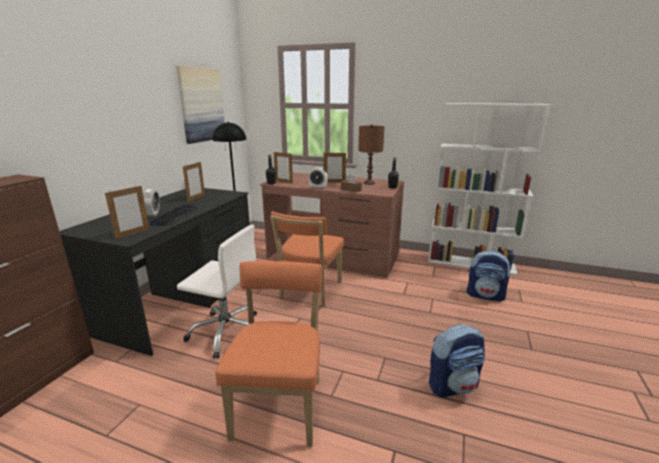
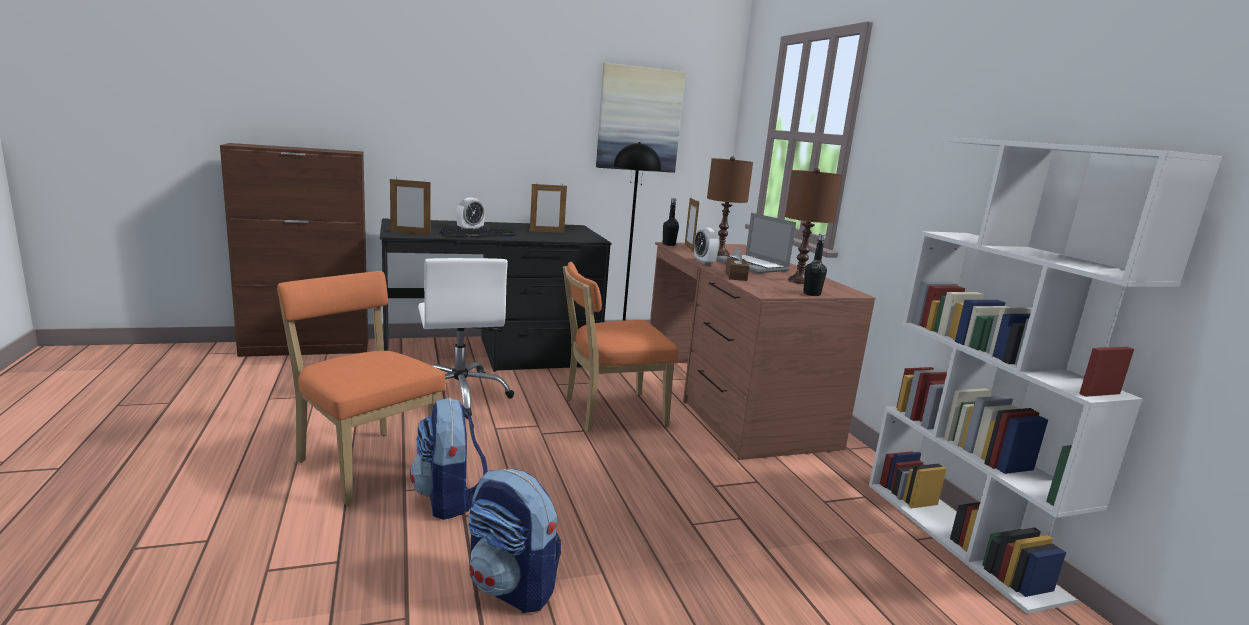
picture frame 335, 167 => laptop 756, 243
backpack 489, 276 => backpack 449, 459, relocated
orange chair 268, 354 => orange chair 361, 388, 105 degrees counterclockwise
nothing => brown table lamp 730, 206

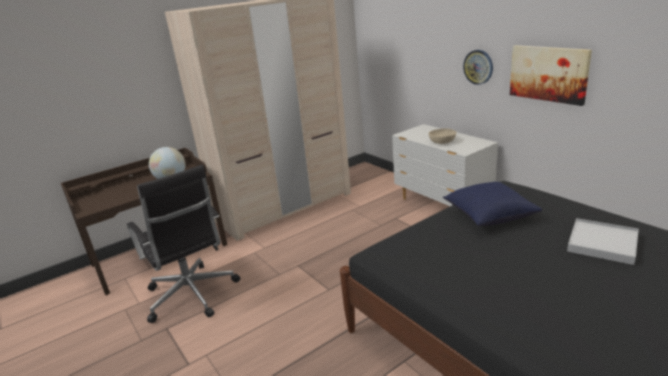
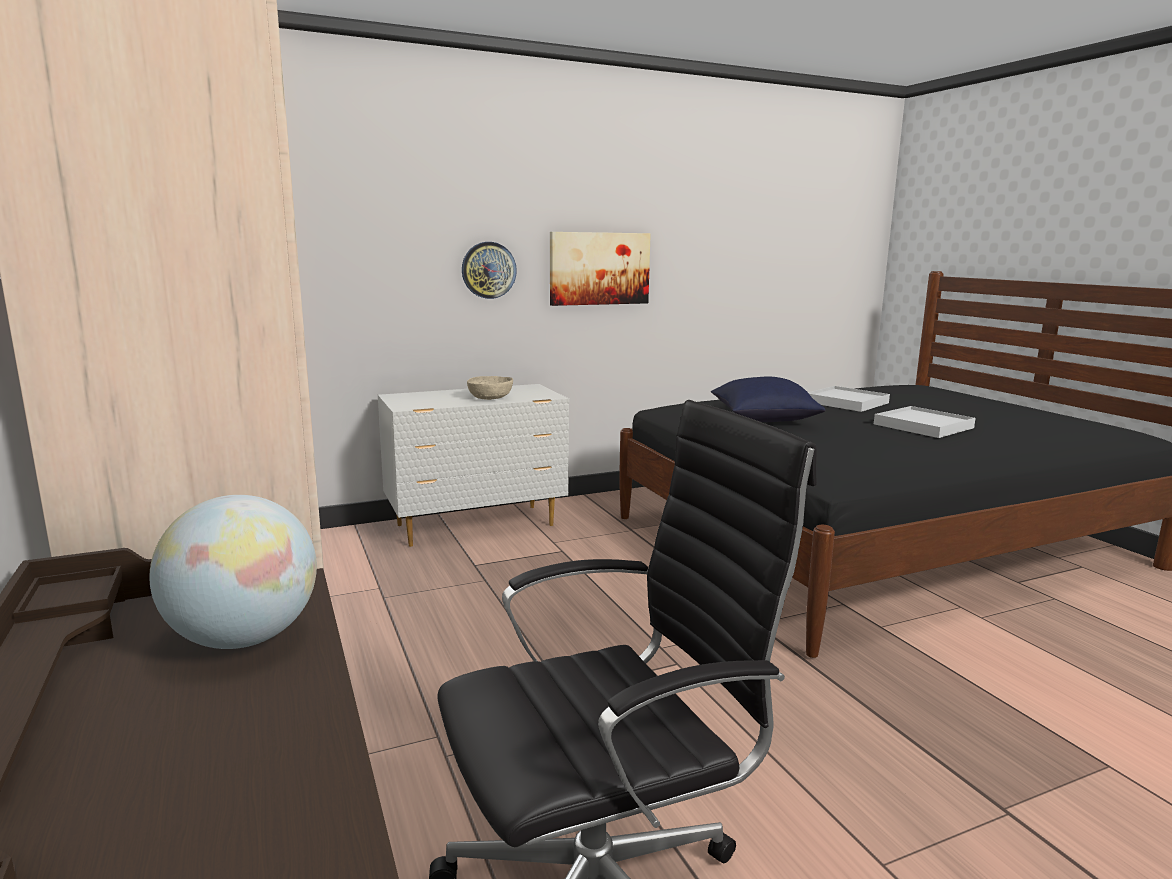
nothing => white tray 924, 422

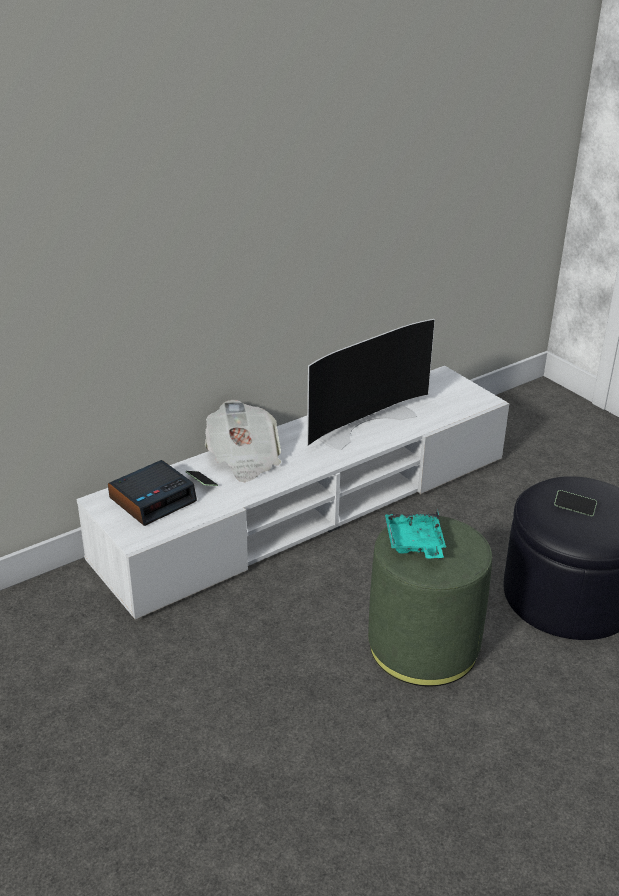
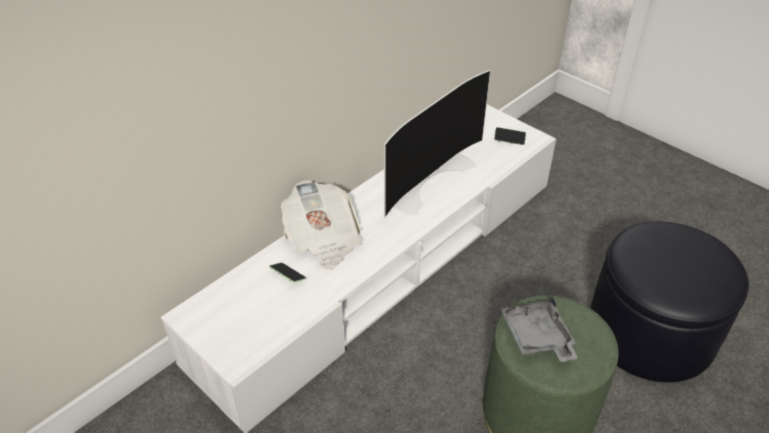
alarm clock 152, 493 => nothing
phone 575, 503 => phone 510, 136, relocated
turquoise tray 415, 534 => grey tray 539, 329

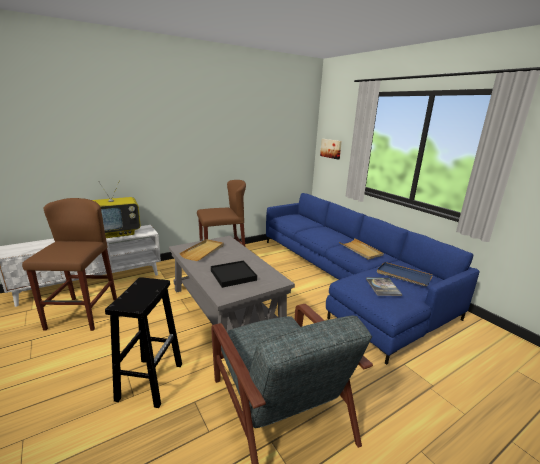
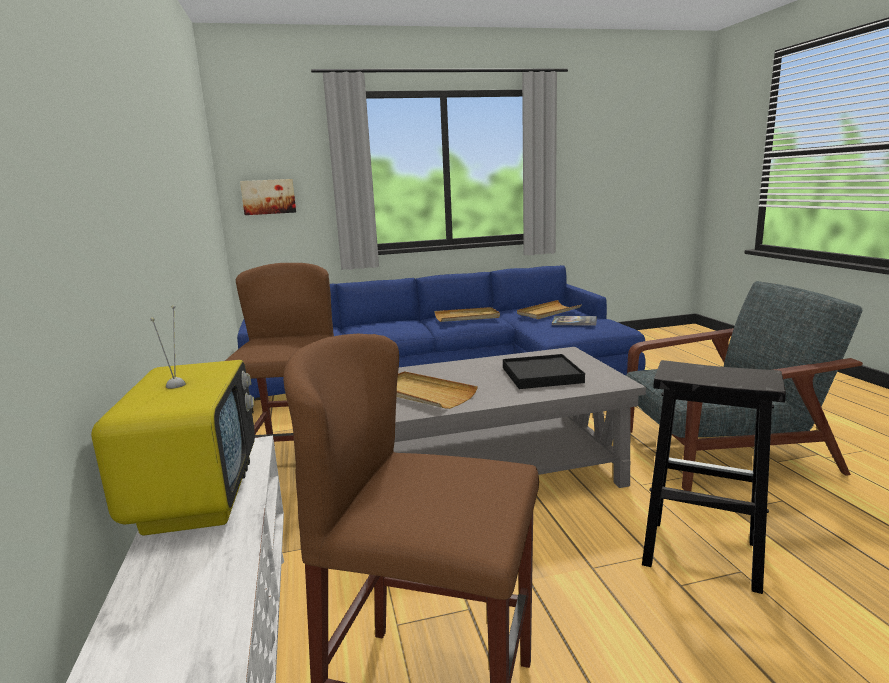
blue tray 405, 274 => beige tray 549, 309

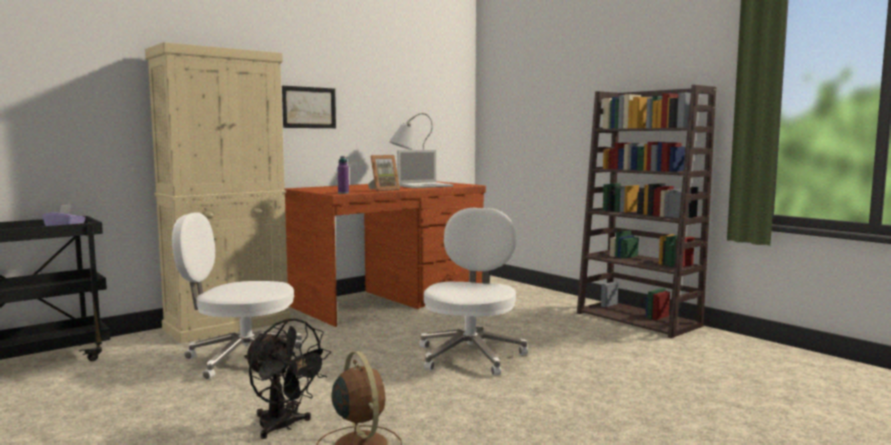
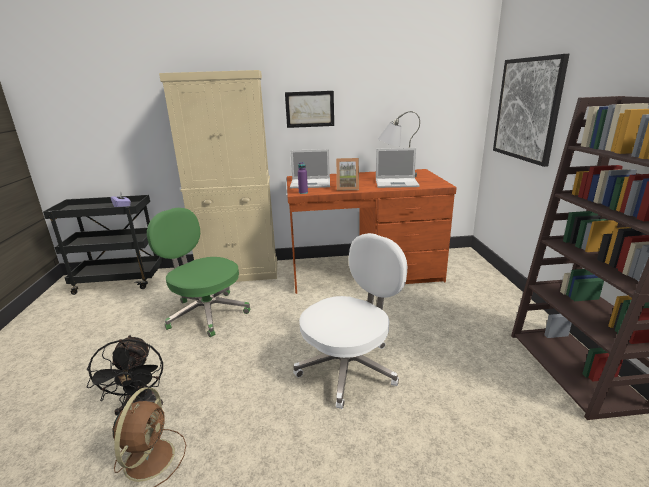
white office chair 237, 296 => green office chair 198, 272
nothing => picture 531, 110
nothing => laptop 310, 168

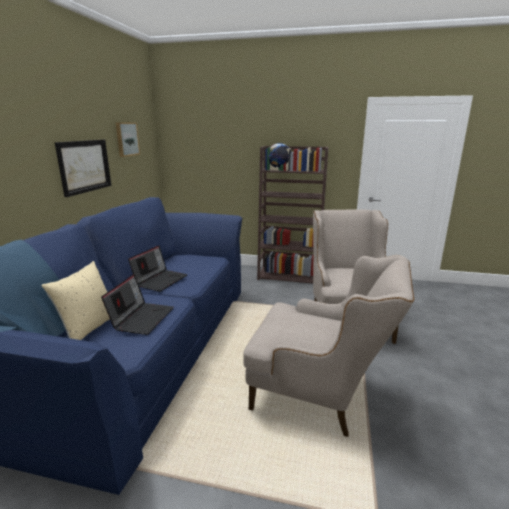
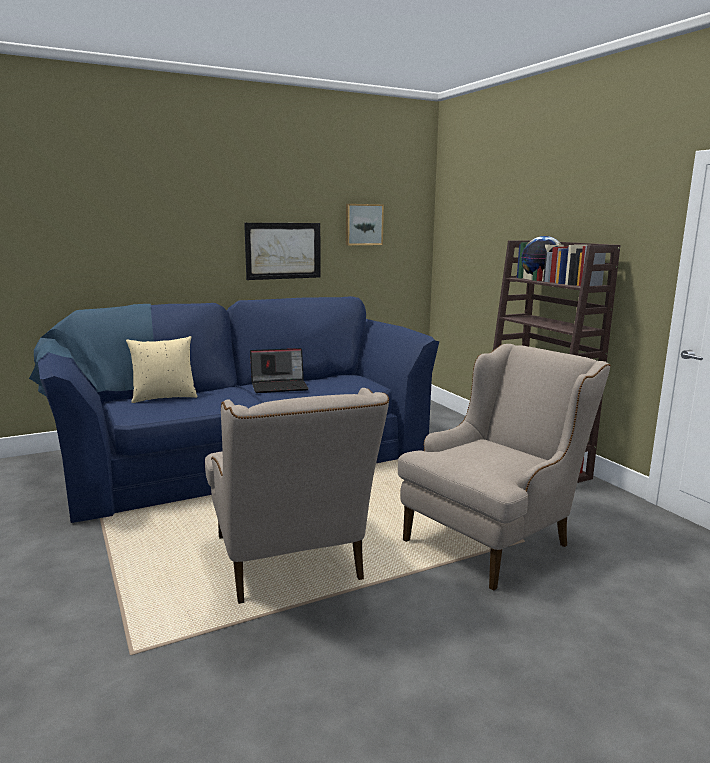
laptop 137, 304 => nothing

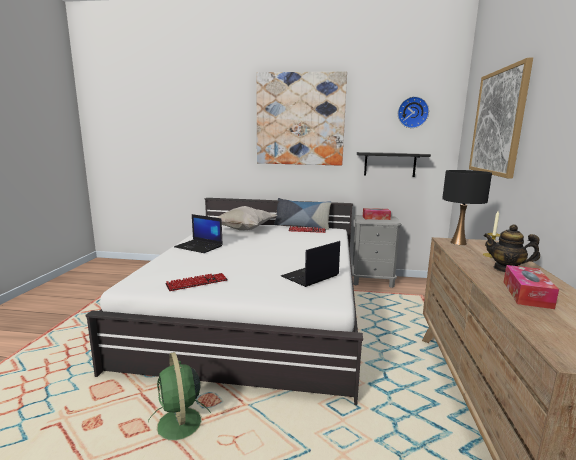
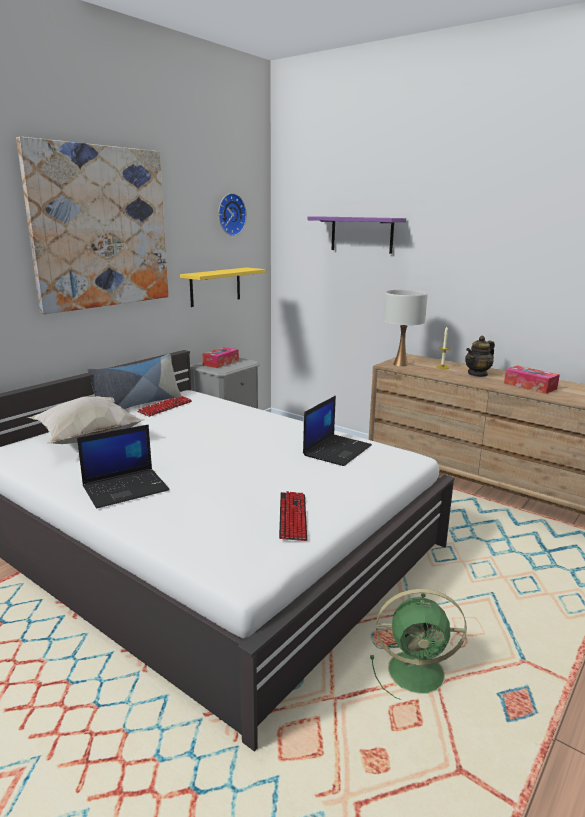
picture 501, 118 => purple shelf 356, 235
black shelf 394, 164 => yellow shelf 223, 287
black table lamp 467, 207 => white table lamp 406, 328
laptop 310, 264 => laptop 337, 431, 135 degrees counterclockwise

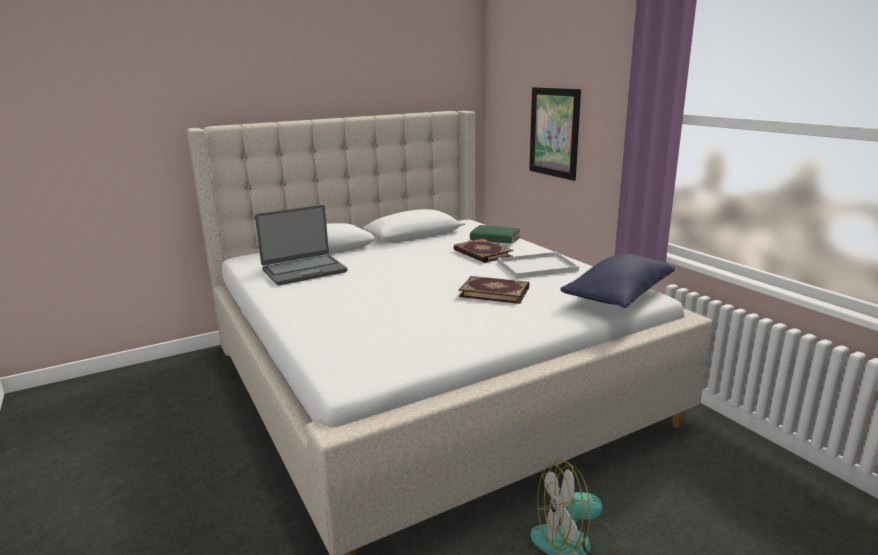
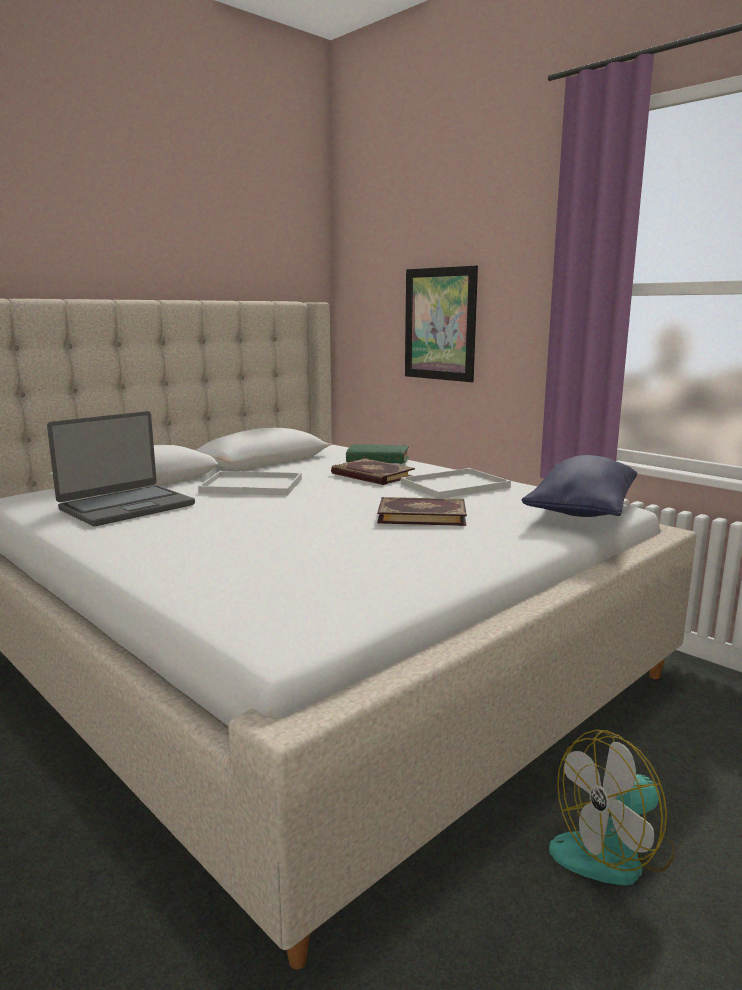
nothing => white tray 250, 483

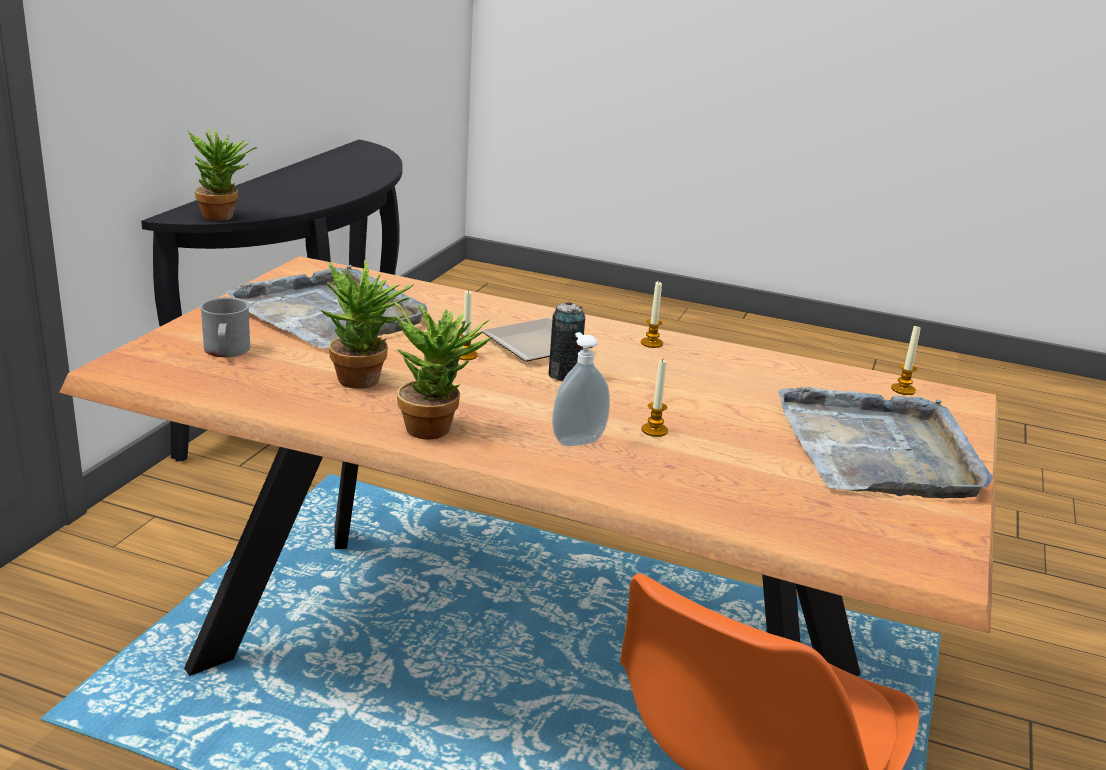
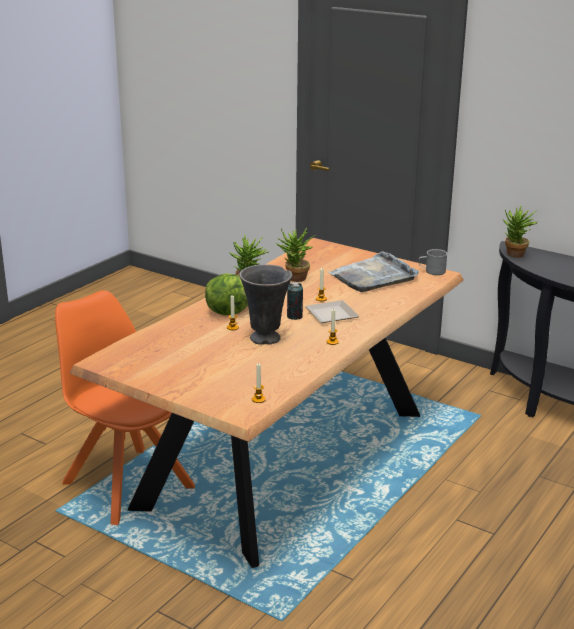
grey mug 225, 327 => grey mug 433, 262, relocated
soap dispenser 581, 389 => lettuce 226, 294
grey tray 885, 443 => nothing
nothing => grey vase 265, 305

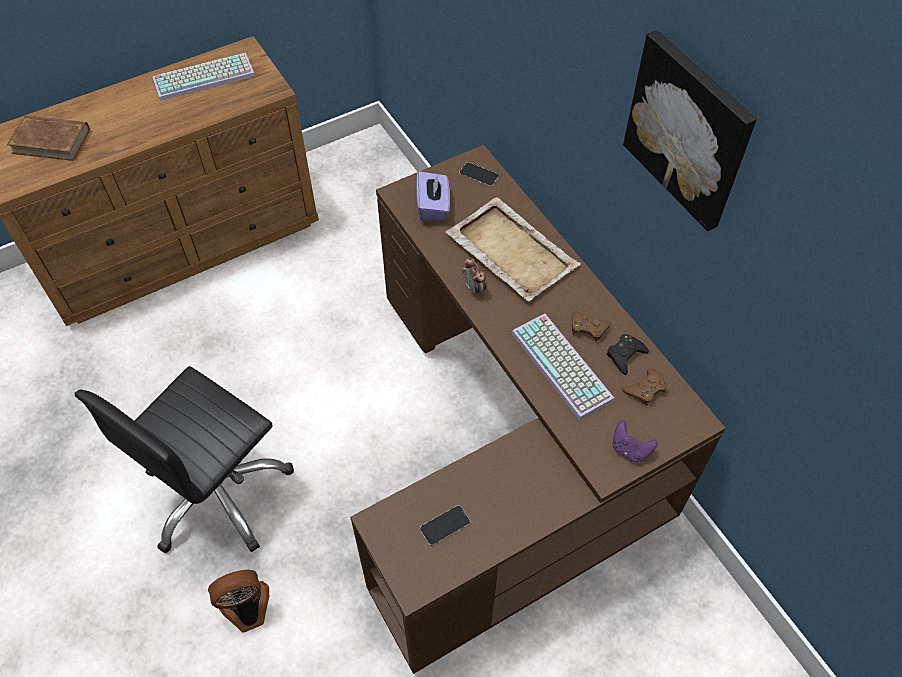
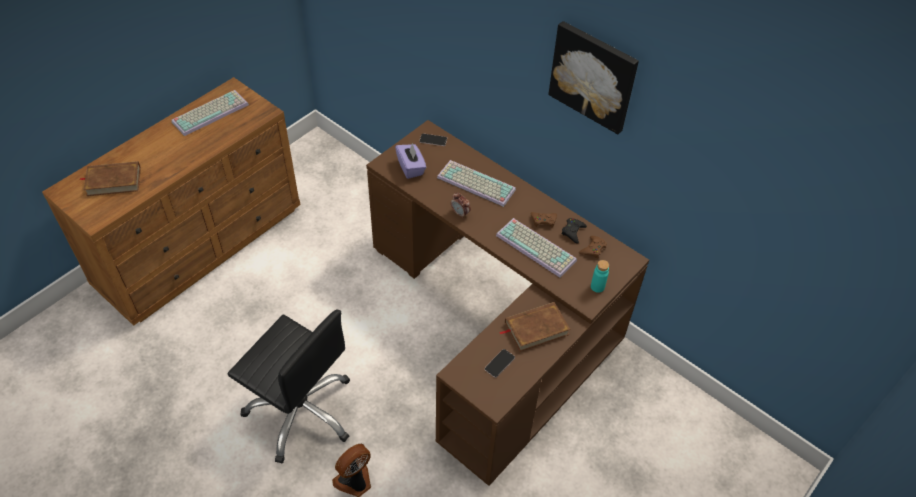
beige tray 513, 249 => keyboard 476, 183
black office chair 184, 459 => black office chair 289, 386, 75 degrees counterclockwise
purple game controller 635, 442 => turquoise bottle 600, 276
nothing => brown book 535, 327

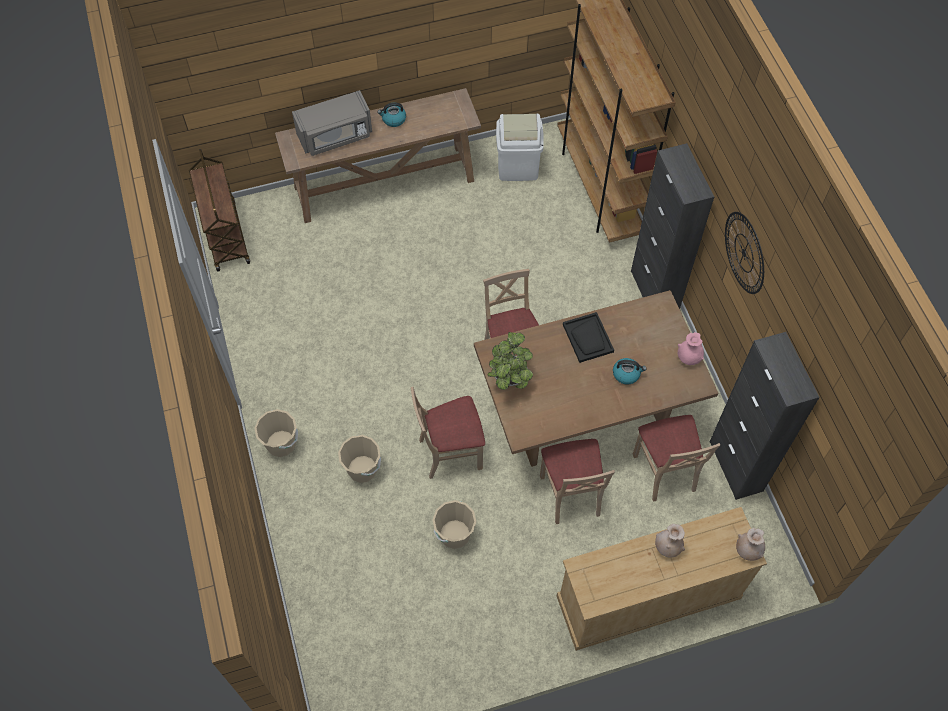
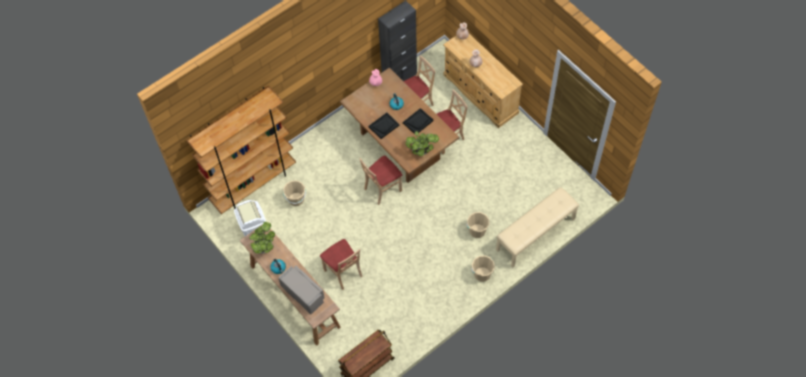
black cabinet 672, 226 => nothing
wall clock 744, 253 => nothing
beige chair 448, 433 => beige chair 341, 264, relocated
beige bucket 454, 524 => beige bucket 294, 193, relocated
nothing => black tray 418, 121
nothing => beige bench 537, 227
nothing => potted plant 262, 238

